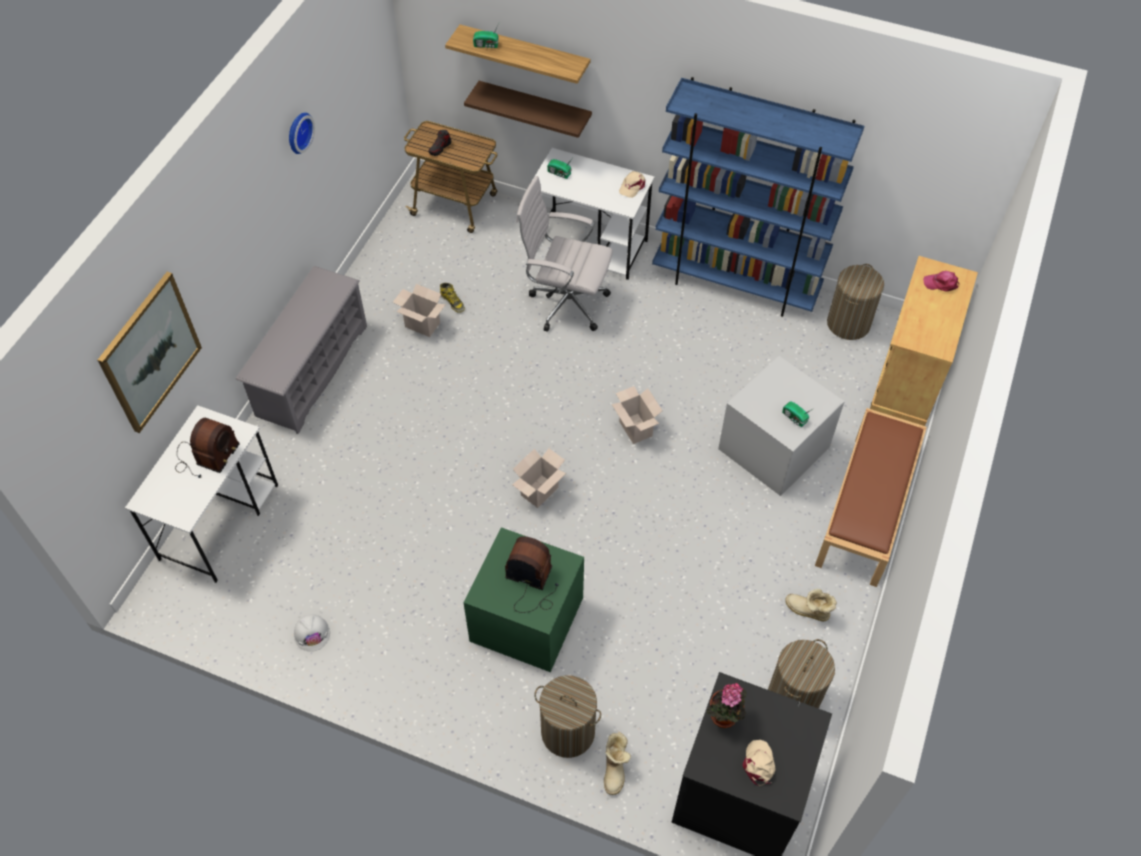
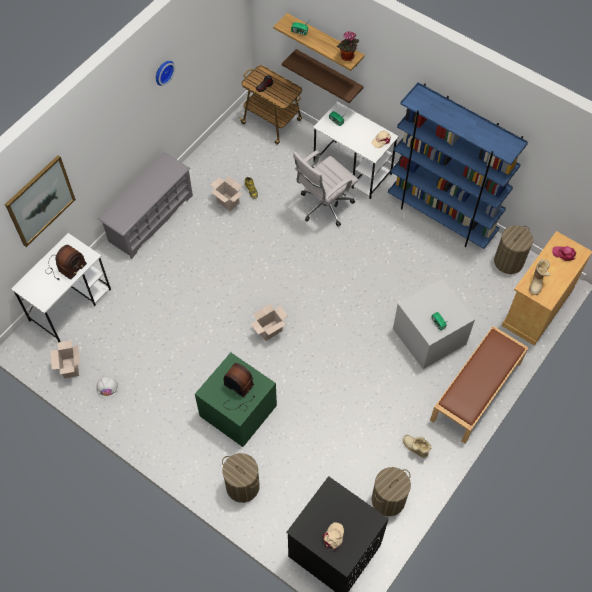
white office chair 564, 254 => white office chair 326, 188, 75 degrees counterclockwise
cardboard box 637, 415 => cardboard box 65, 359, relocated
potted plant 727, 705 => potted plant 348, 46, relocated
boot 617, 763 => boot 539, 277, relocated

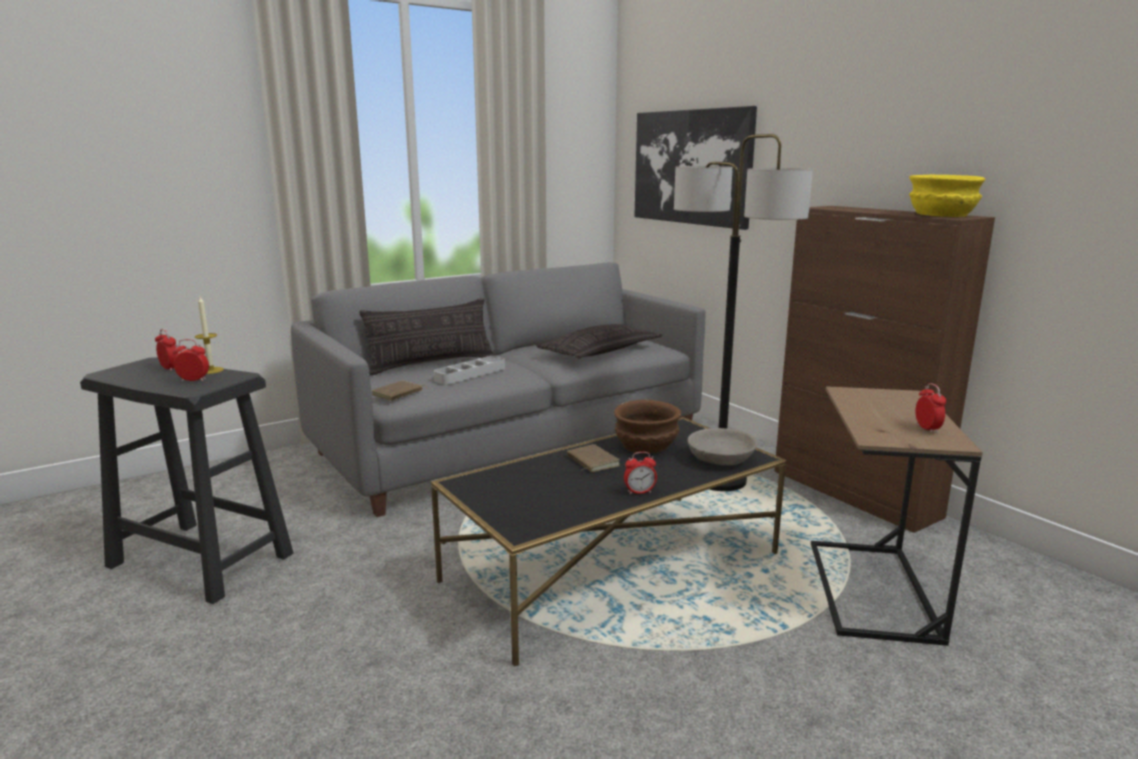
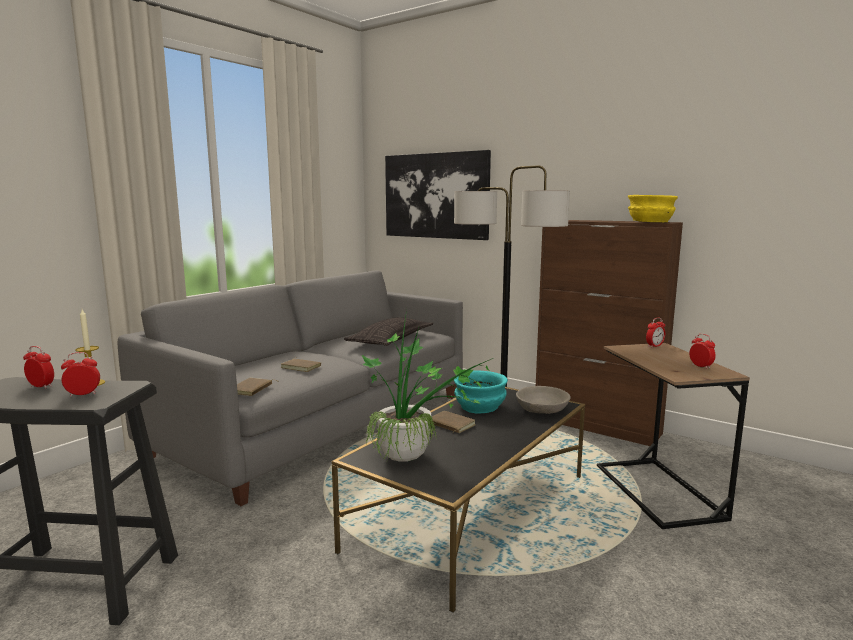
pillow 427, 337 => nothing
grey tray 469, 370 => brown book 301, 364
brown bowl 647, 427 => turquoise bowl 481, 392
alarm clock 640, 473 => alarm clock 655, 333, relocated
nothing => potted plant 427, 385

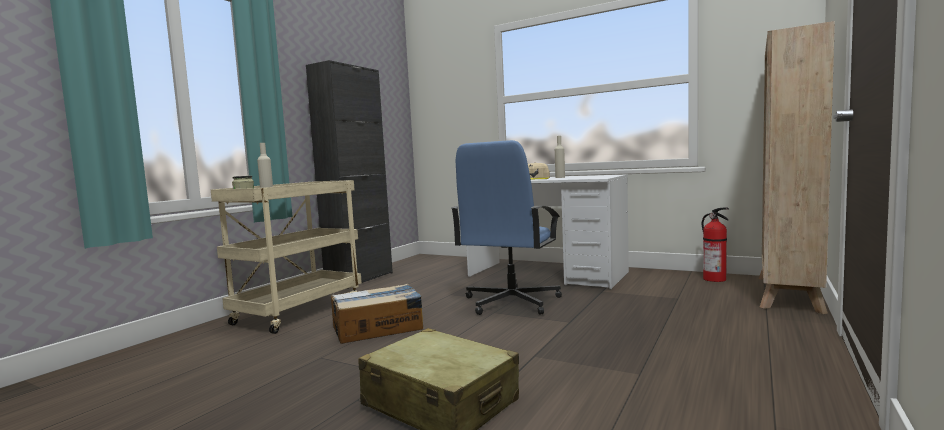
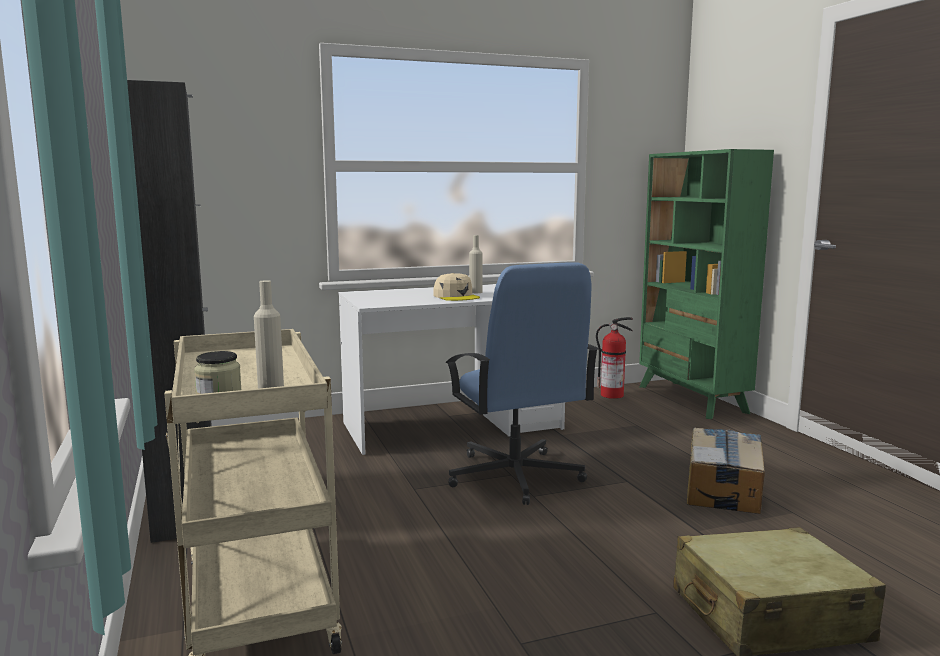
beige bookcase 797, 167 => green bookcase 706, 284
cardboard box 377, 314 => cardboard box 726, 471, relocated

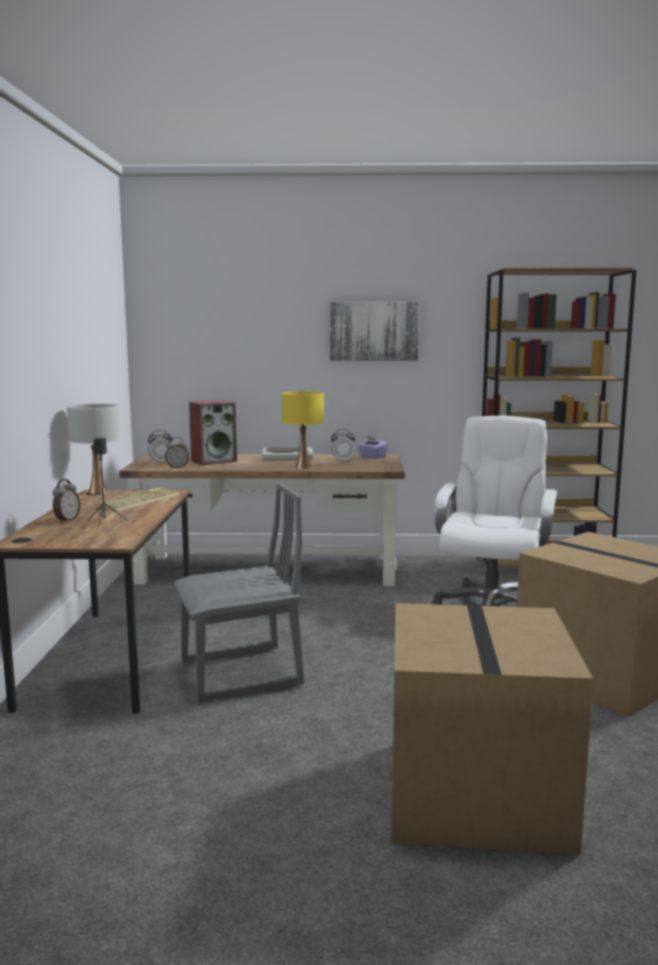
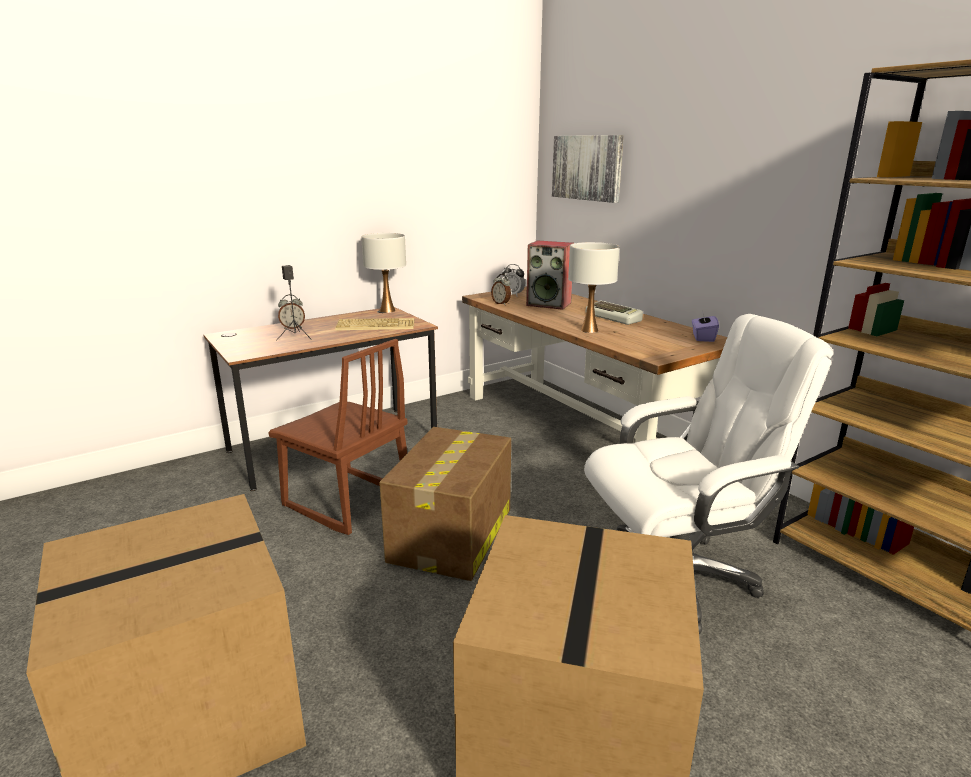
picture 375, 331 => picture 588, 169, relocated
yellow table lamp 303, 429 => white table lamp 594, 287
alarm clock 343, 445 => nothing
grey chair 239, 593 => brown chair 338, 437
nothing => cardboard box 445, 504

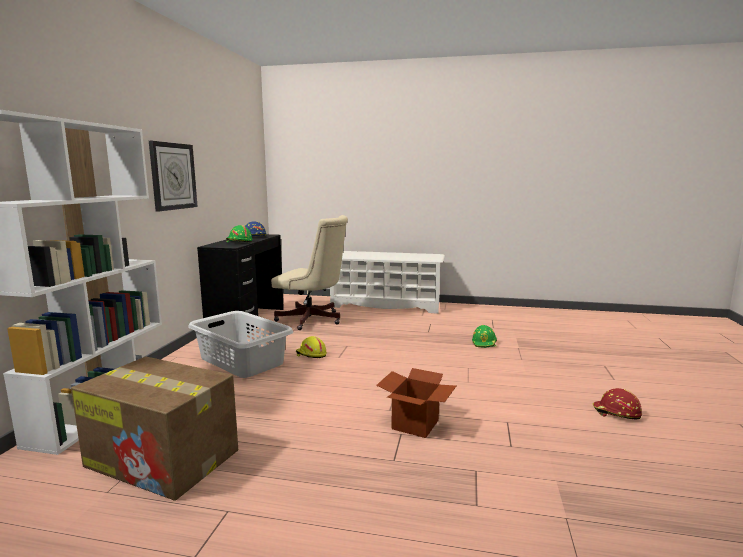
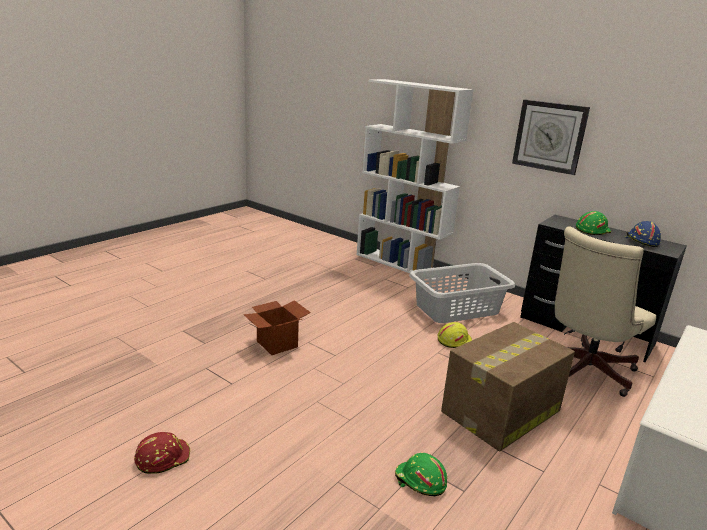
cardboard box 154, 428 => cardboard box 508, 387, relocated

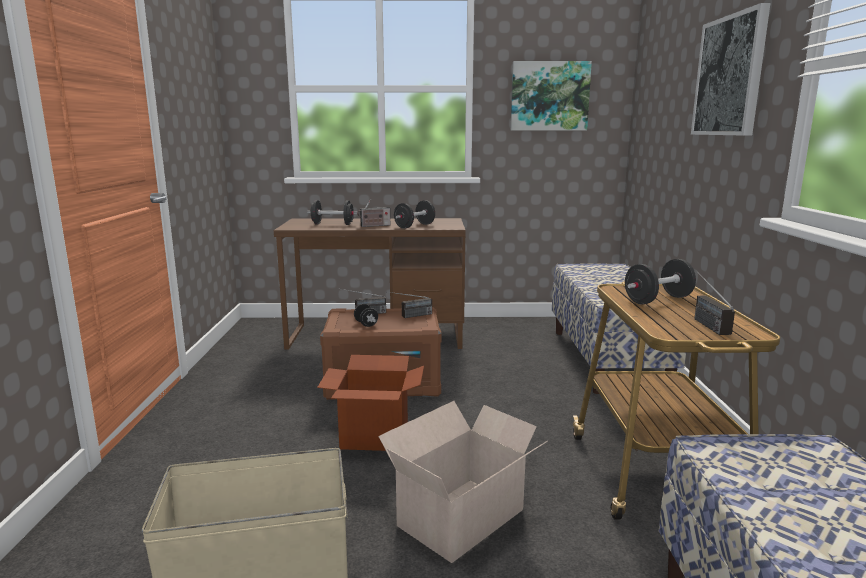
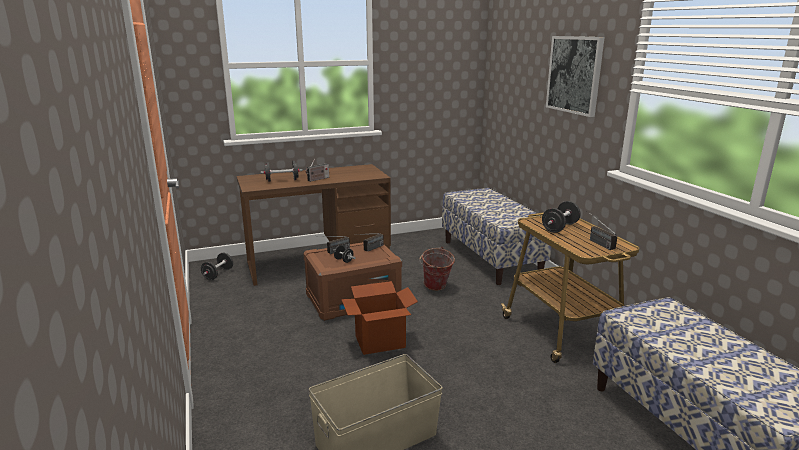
picture 551, 95 => nothing
black dumbbell 414, 214 => black dumbbell 217, 266, relocated
cardboard box 463, 482 => nothing
nothing => bucket 437, 268

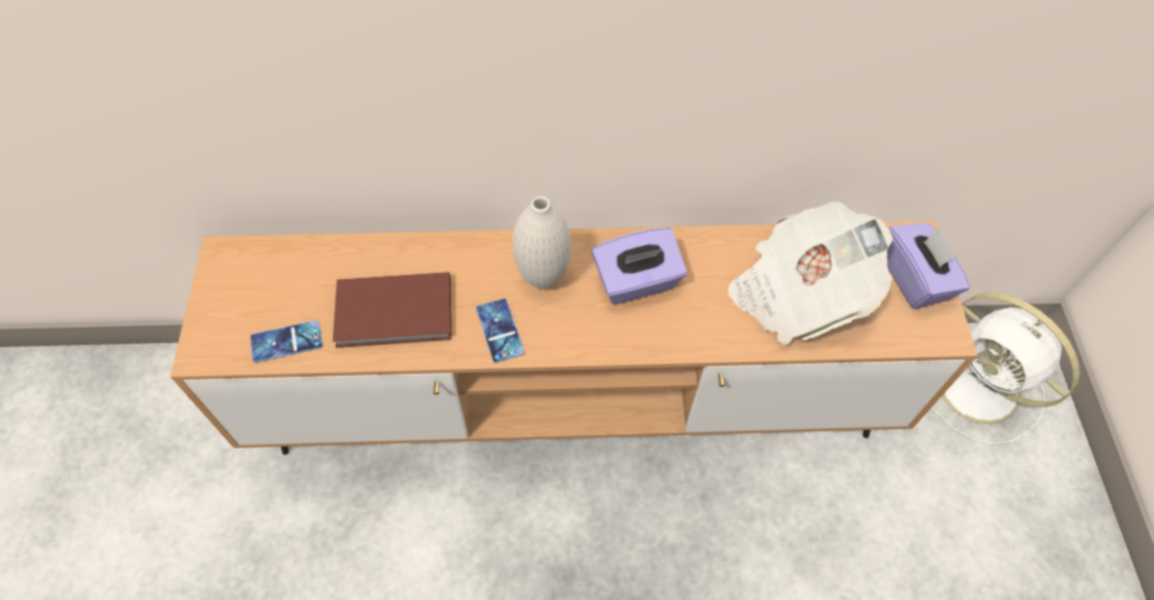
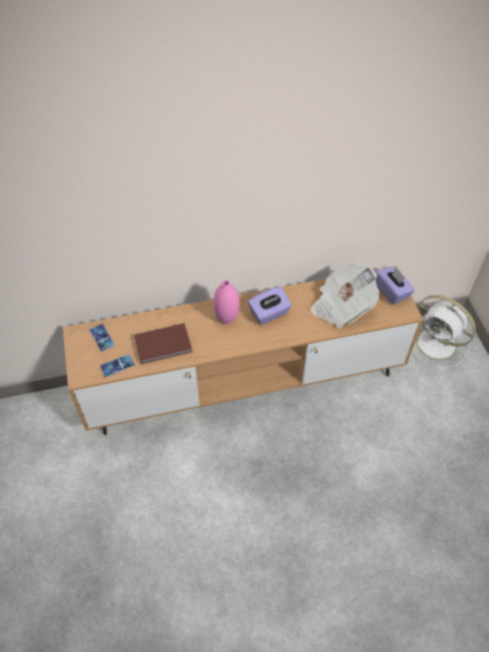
white vase 542, 242 => pink vase 226, 302
phone 500, 330 => phone 102, 337, relocated

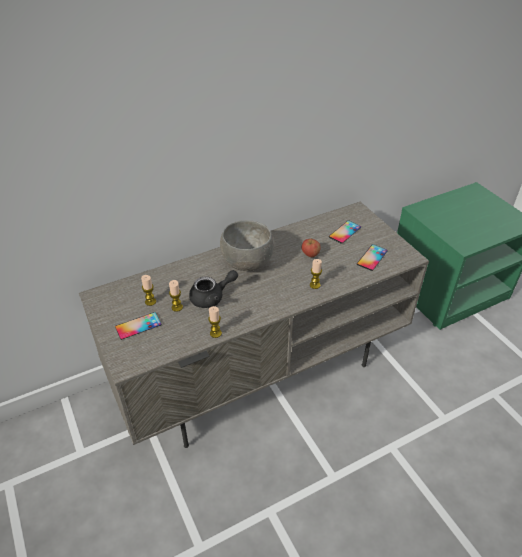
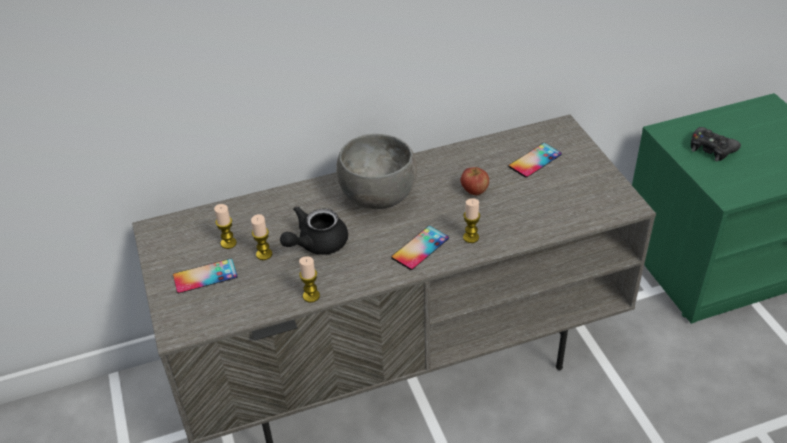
phone 372, 257 => phone 420, 248, relocated
black teapot 213, 289 => black teapot 314, 230, 150 degrees clockwise
nothing => black game controller 716, 144

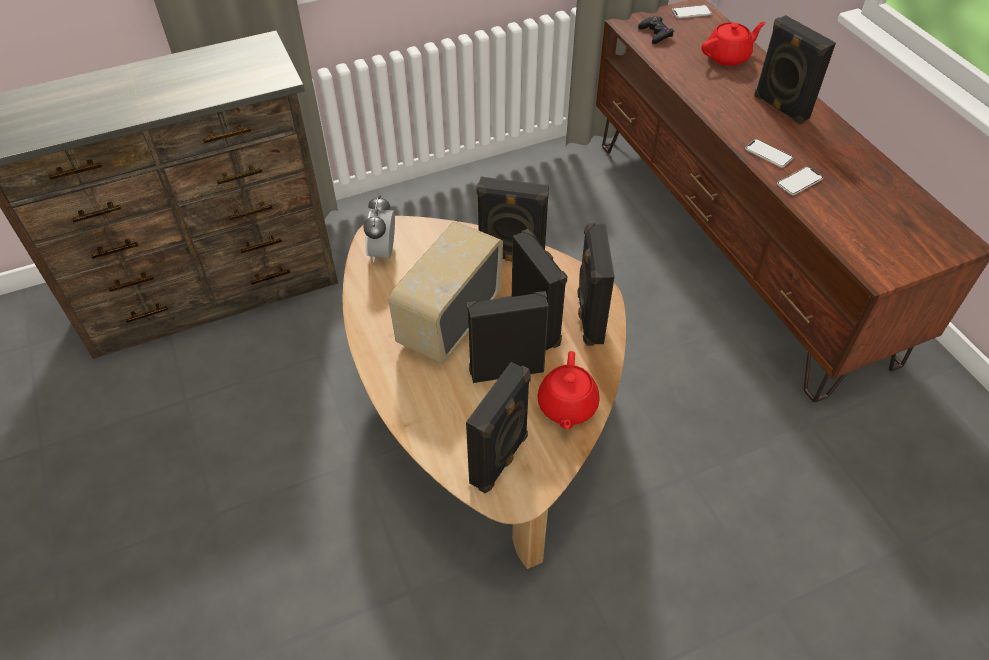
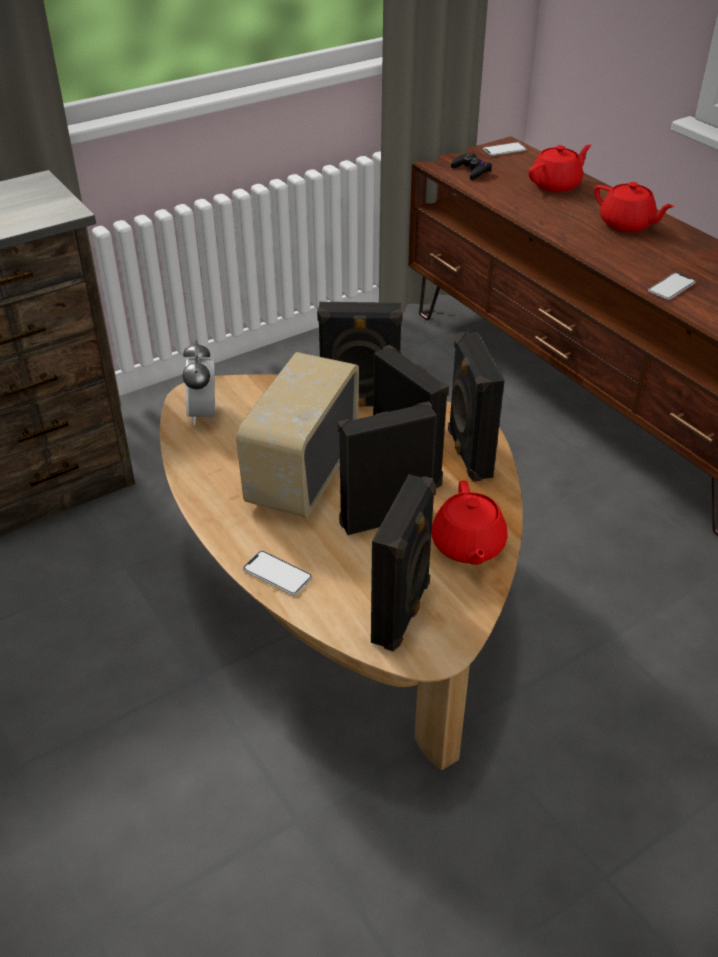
black speaker 795, 70 => red teapot 634, 207
phone 769, 153 => phone 277, 573, relocated

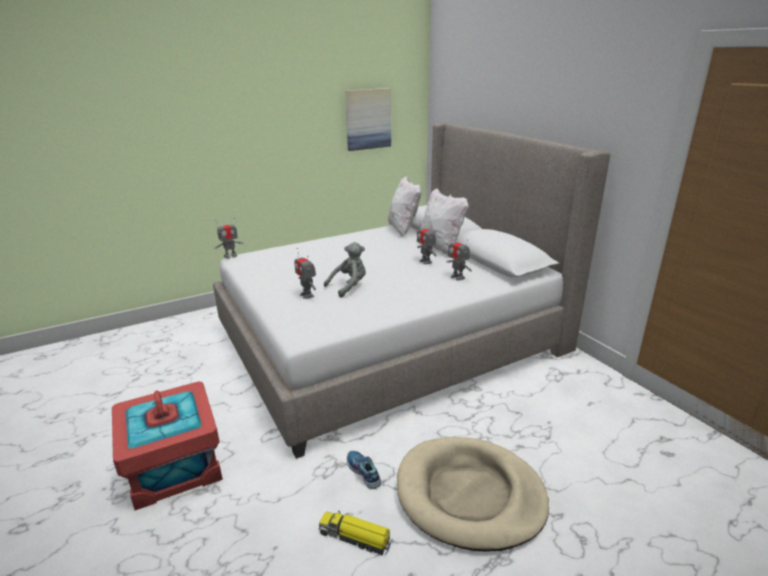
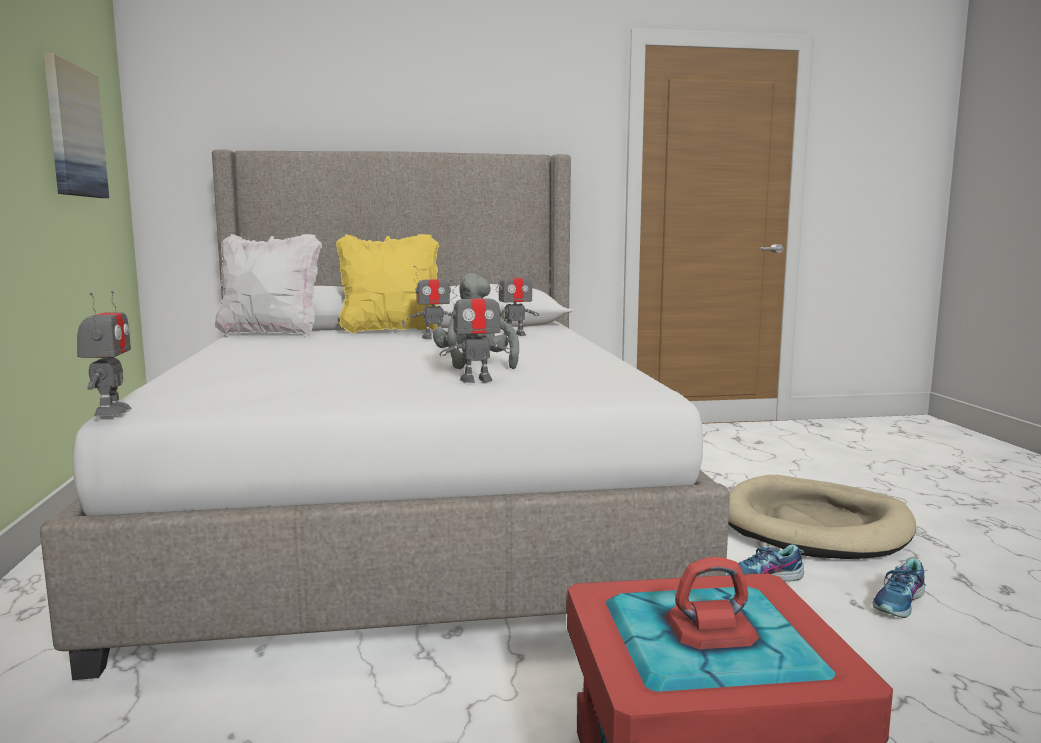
white pillow 445, 222 => yellow pillow 387, 284
toy truck 356, 533 => shoe 899, 588

